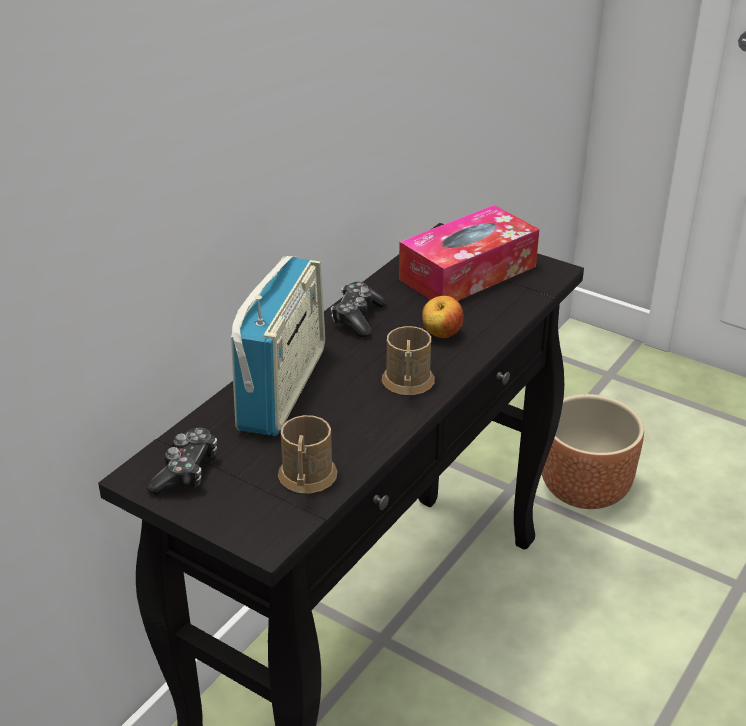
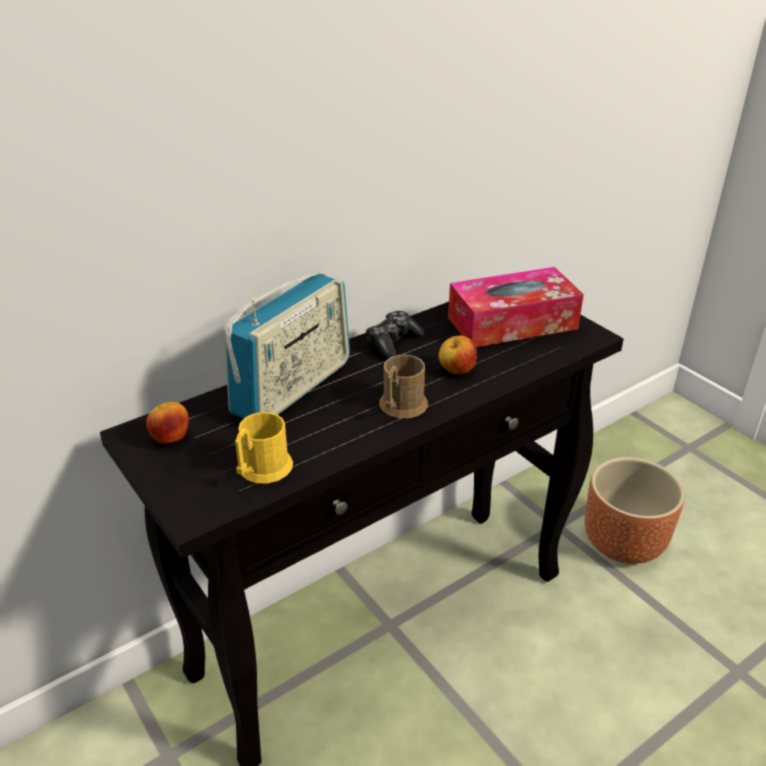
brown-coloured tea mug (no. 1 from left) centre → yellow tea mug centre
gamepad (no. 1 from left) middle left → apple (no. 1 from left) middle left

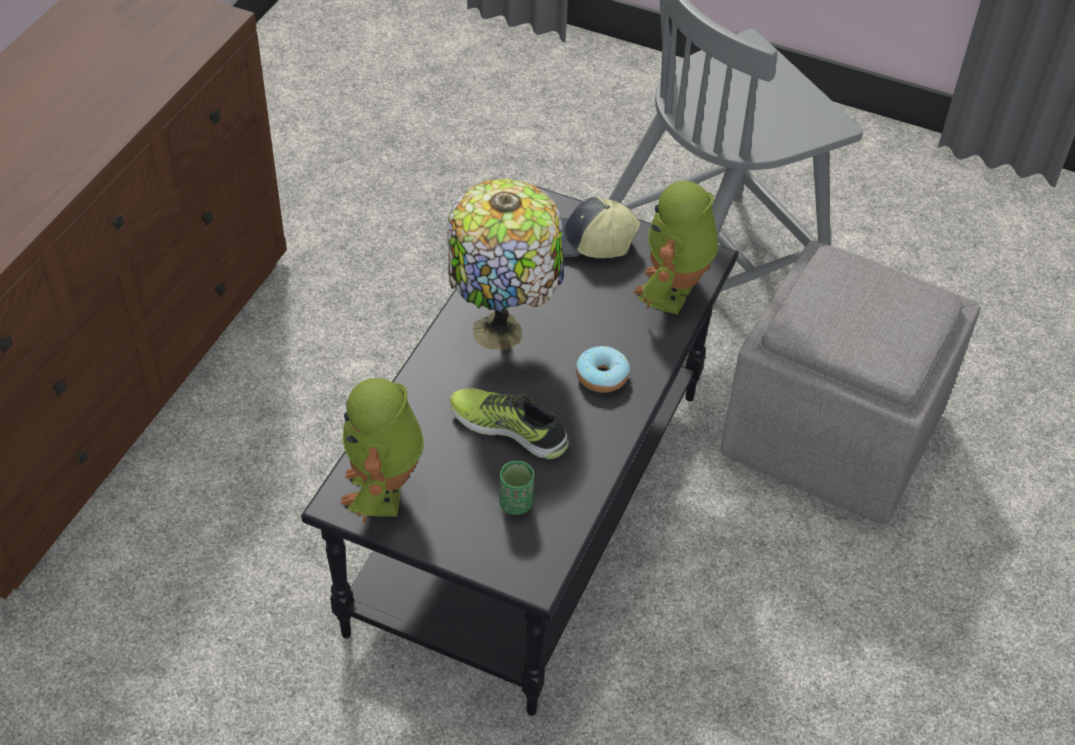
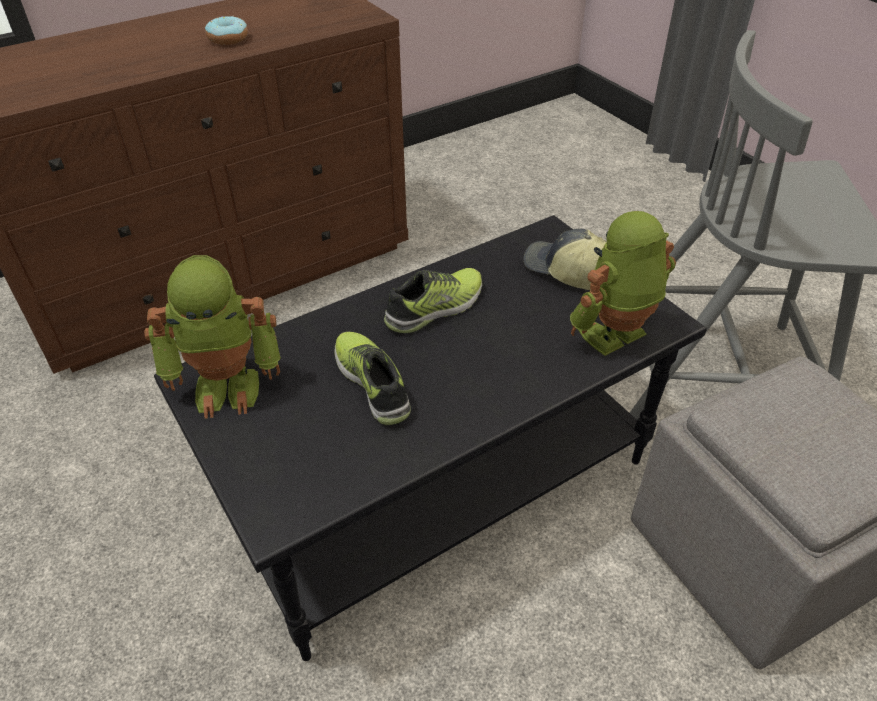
lamp for a table centre → item of footwear (no. 2 from left) centre
donut centre → donut top left, shifted
toy robot (no. 1 from left) centre → toy robot (no. 1 from left) middle left, 135 degrees counterclockwise
green small cup centre → -

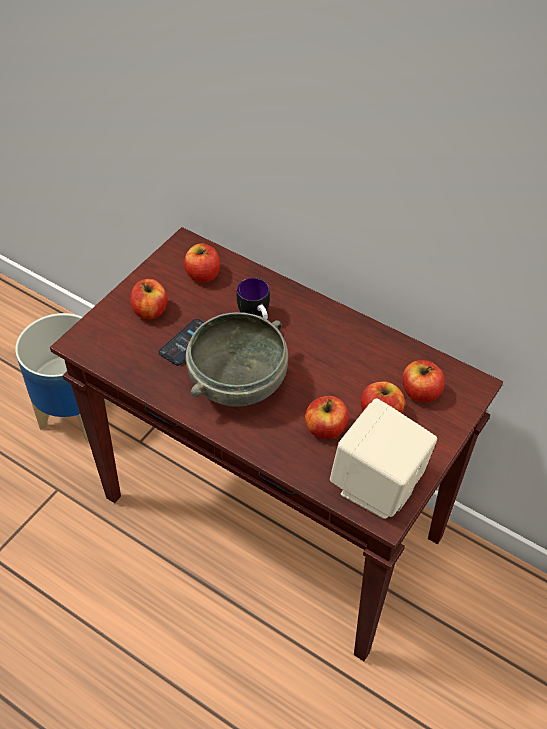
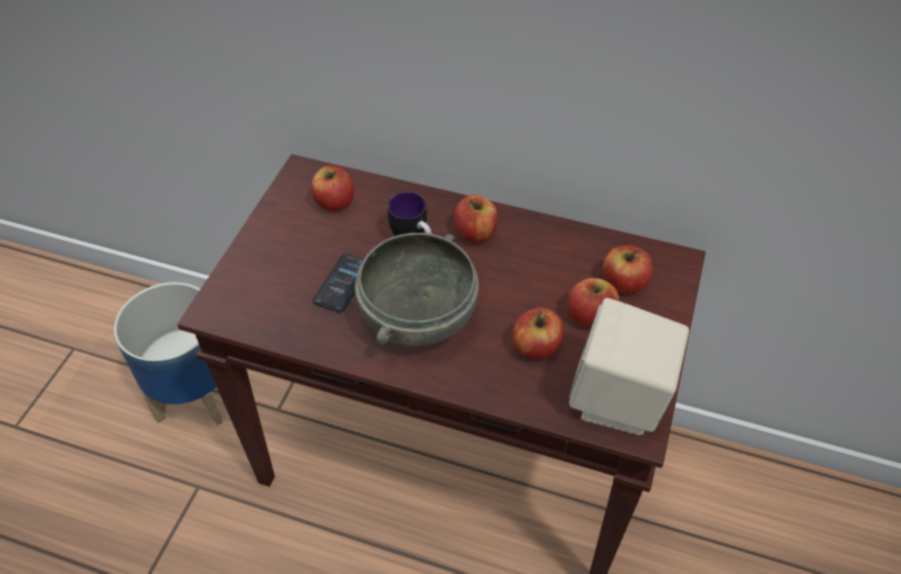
apple (no. 1 from left in the first image) middle left → apple (no. 2 from left) centre, shifted

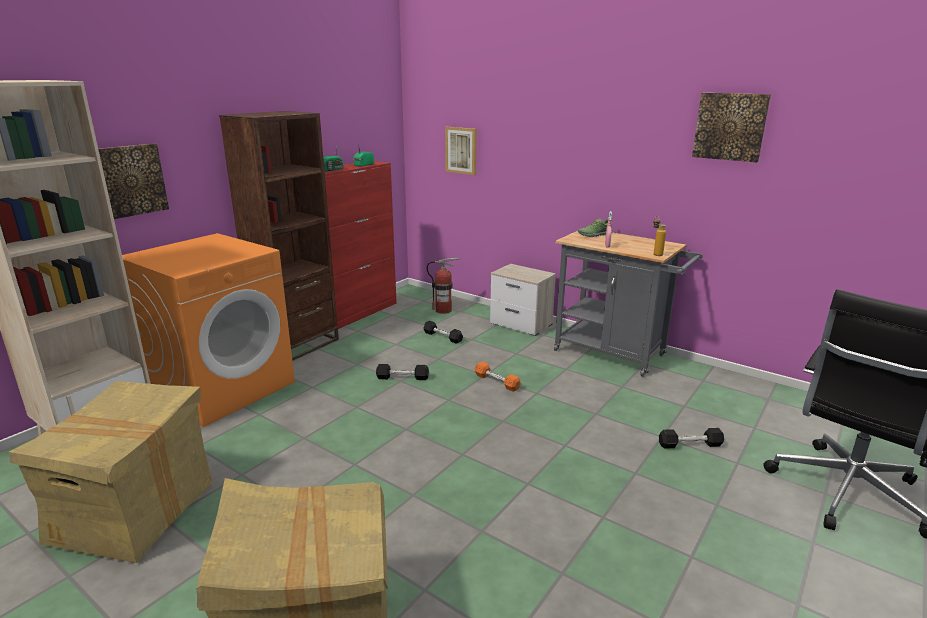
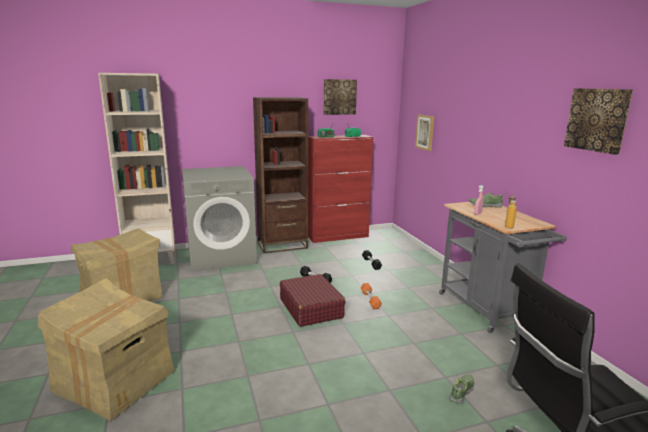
picture (no. 1 from left) top left → picture (no. 1 from left) top centre, shifted
orange-coloured laundry machine middle left → grey laundry machine centre
extinguisher centre → -
nightstand centre → -
black-coloured hand weight (no. 3 from left) bottom right → item of footwear (no. 1 from left) bottom right
- → red-coloured piece of luggage bottom centre

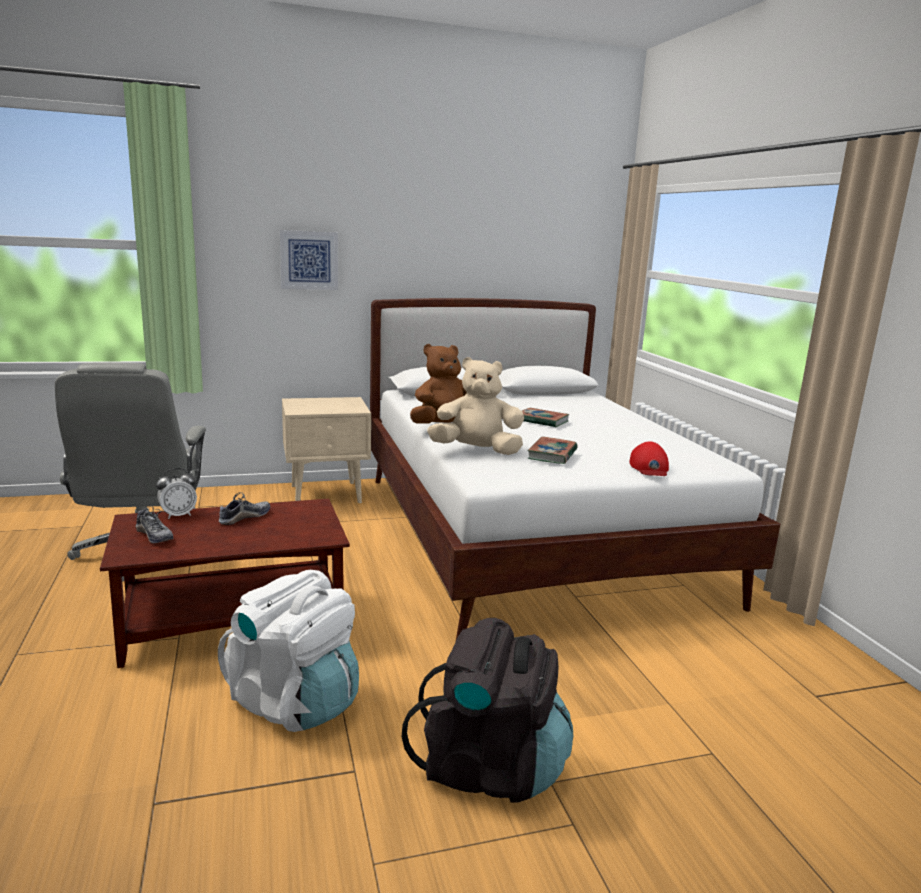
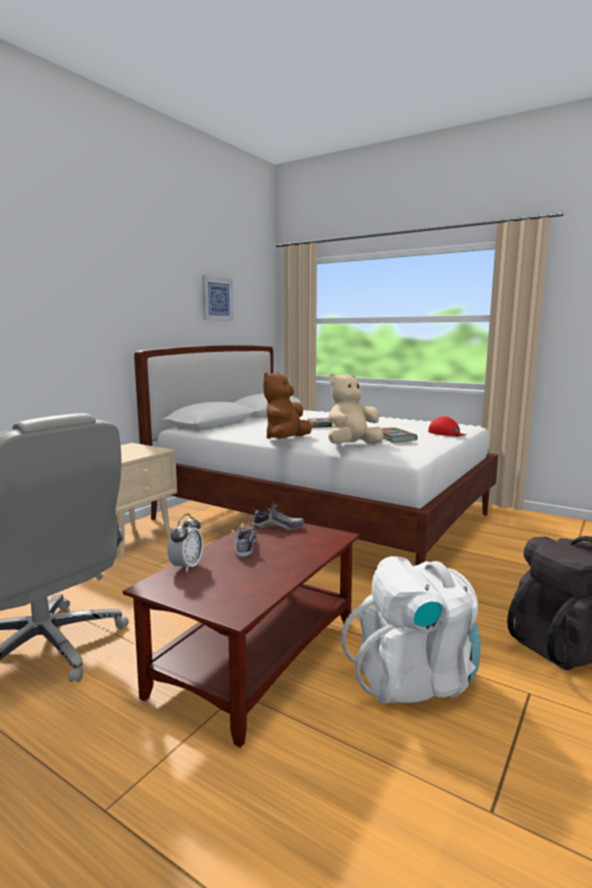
picture top centre → picture centre, shifted
item of footwear (no. 1 from left in the first image) middle left → item of footwear (no. 2 from left) centre, shifted

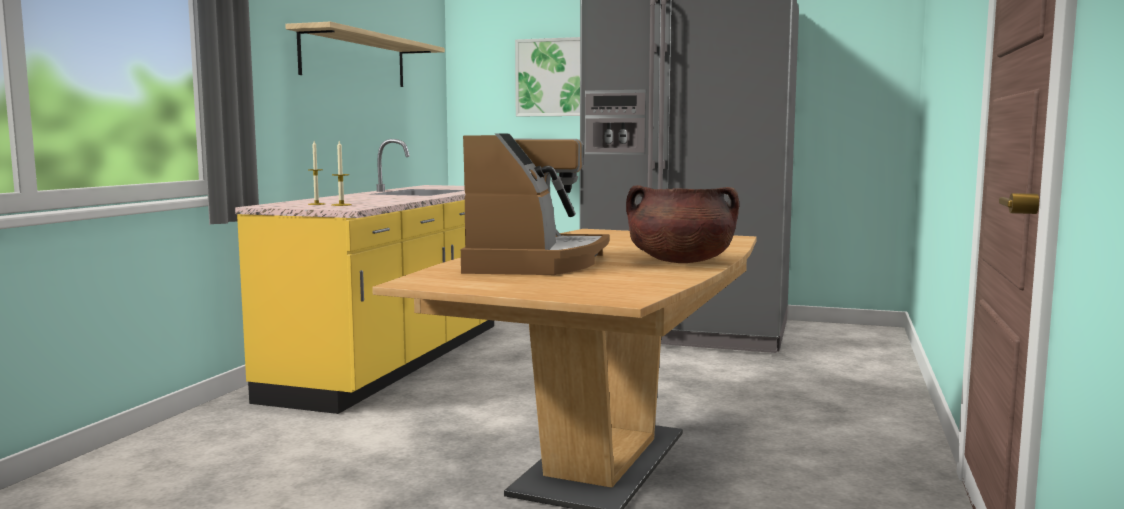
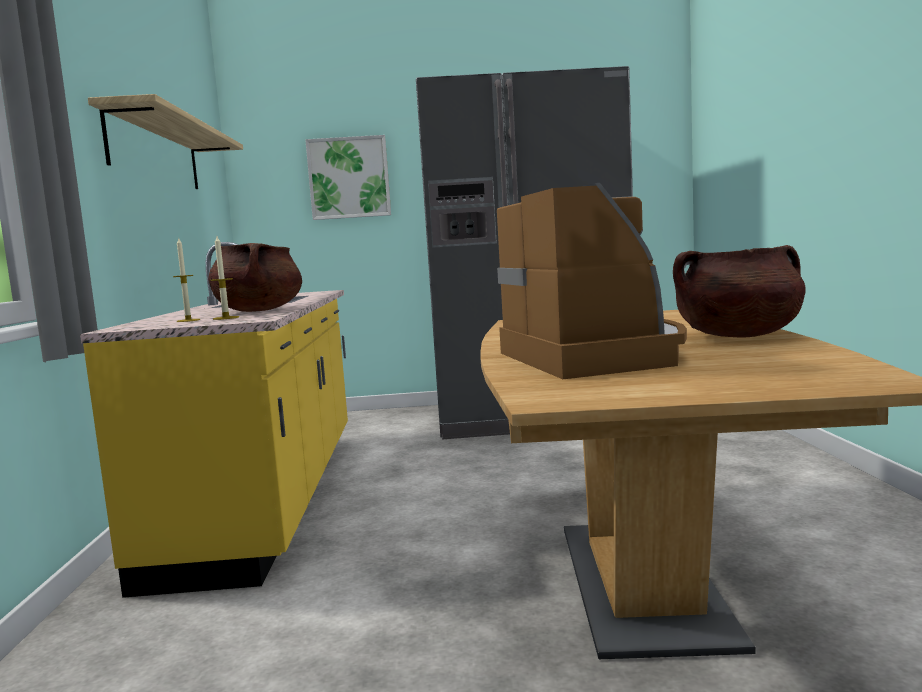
- → brown-coloured cooking pot (no. 1 from left) middle left

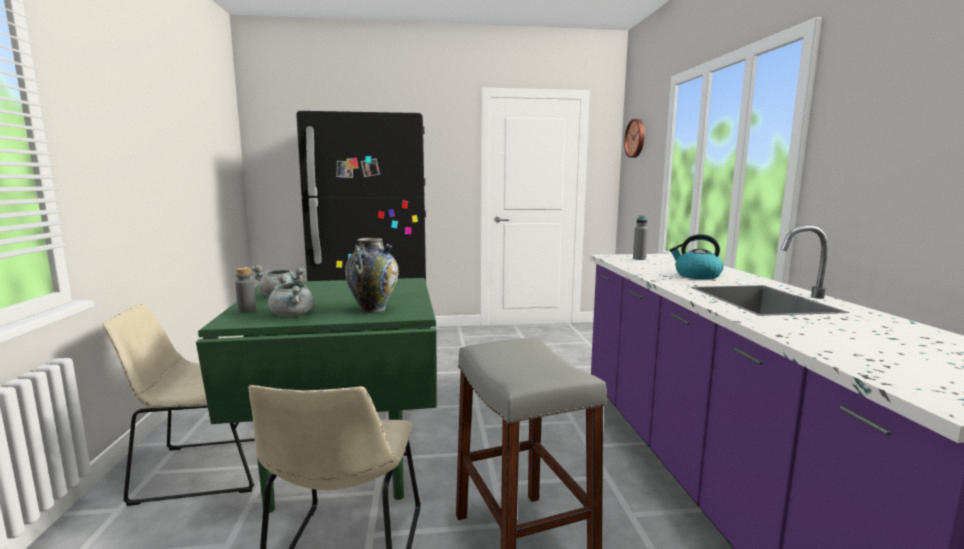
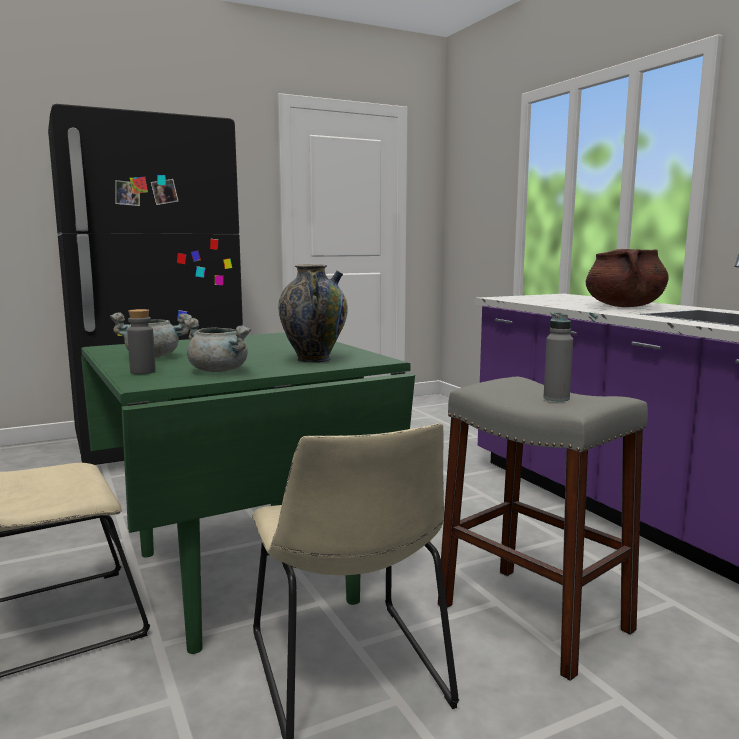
hanging clock top centre → -
grey drink bottle (no. 2 from left) centre → grey drink bottle (no. 2 from left) middle right, shifted
kettle middle right → brown-coloured cooking pot middle right

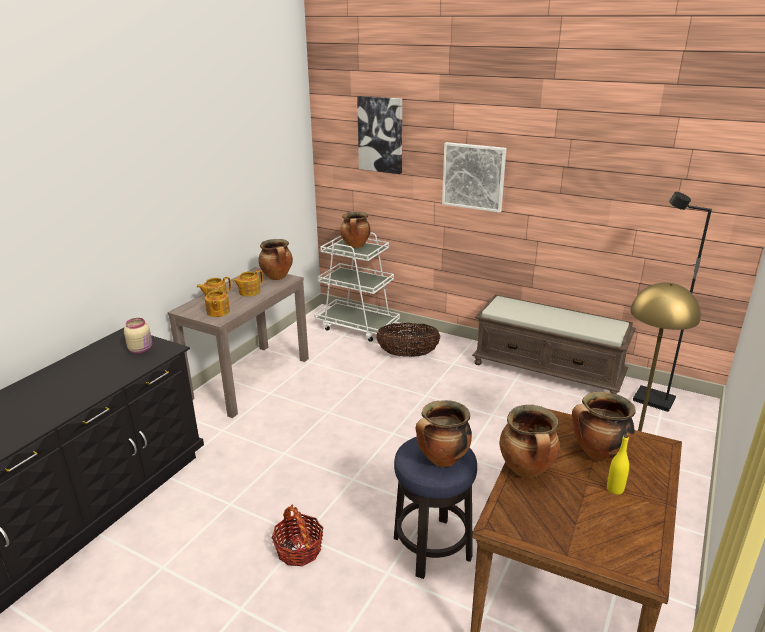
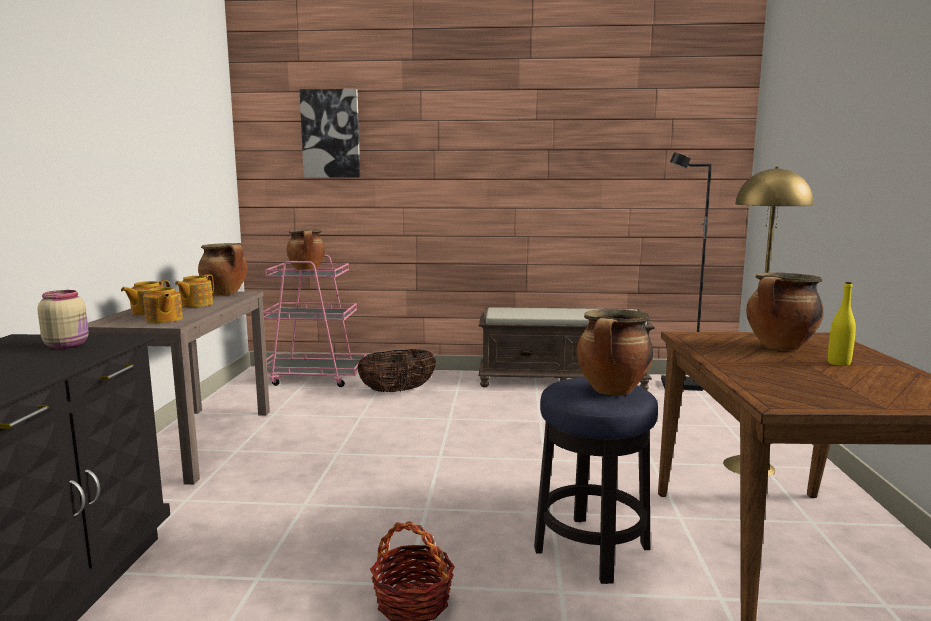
picture (no. 2 from left) top centre → -
whitish trolley centre → pinkish trolley centre
cooking pot (no. 4 from left) bottom right → -

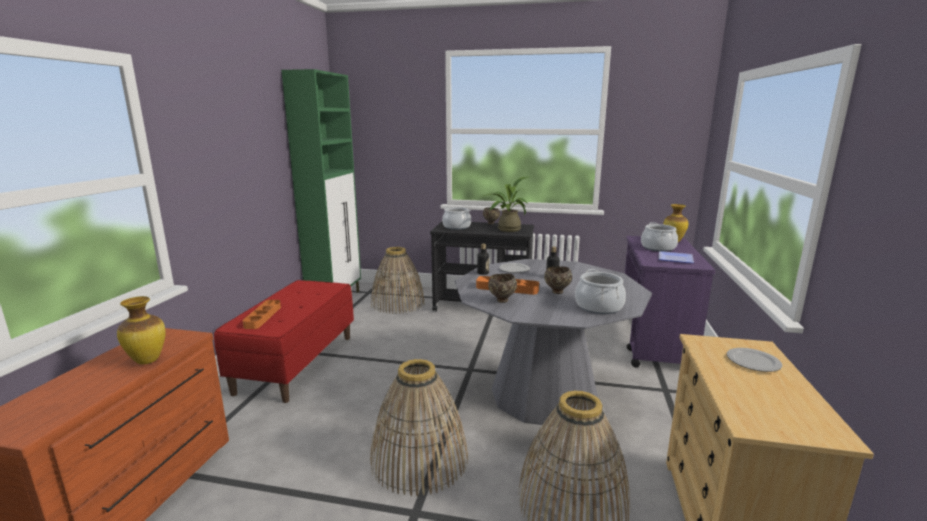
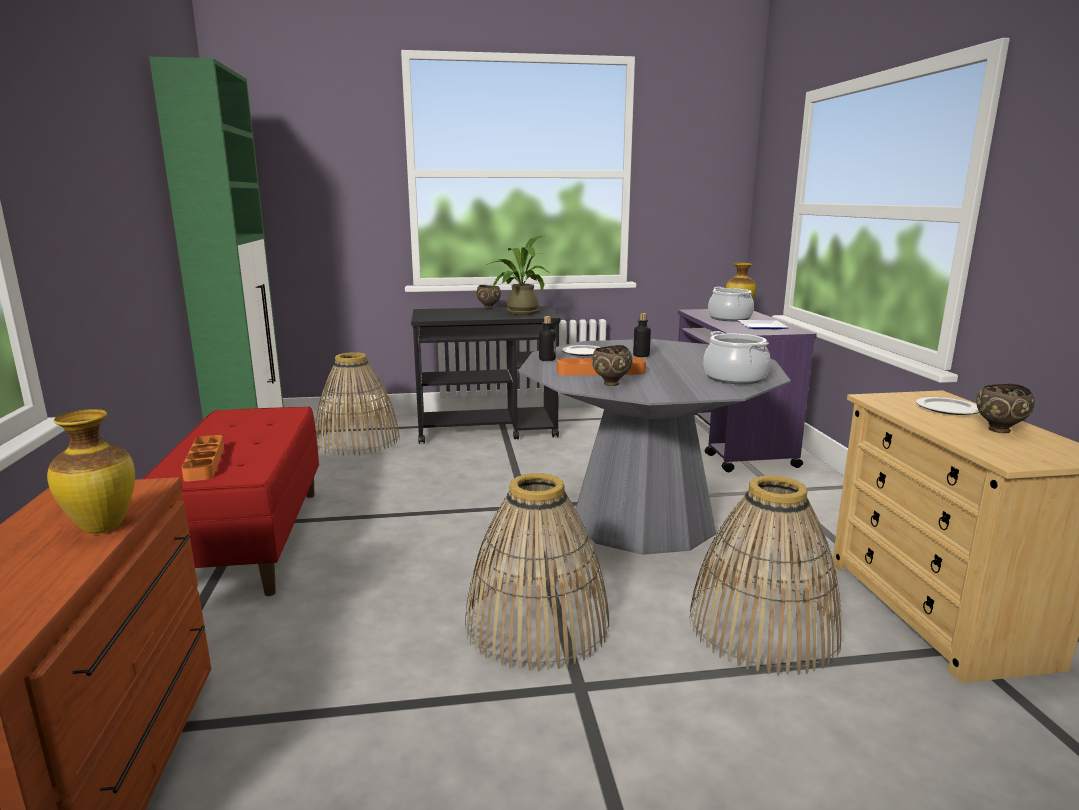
cooking pot (no. 1 from left) centre → -
brown-coloured bowl (no. 3 from left) centre → brown-coloured bowl (no. 3 from left) middle right, shifted

